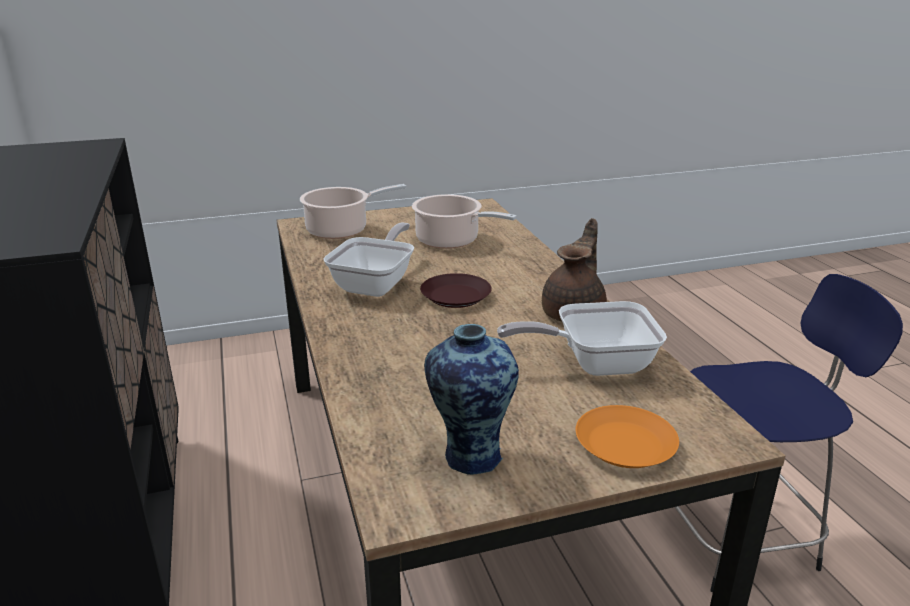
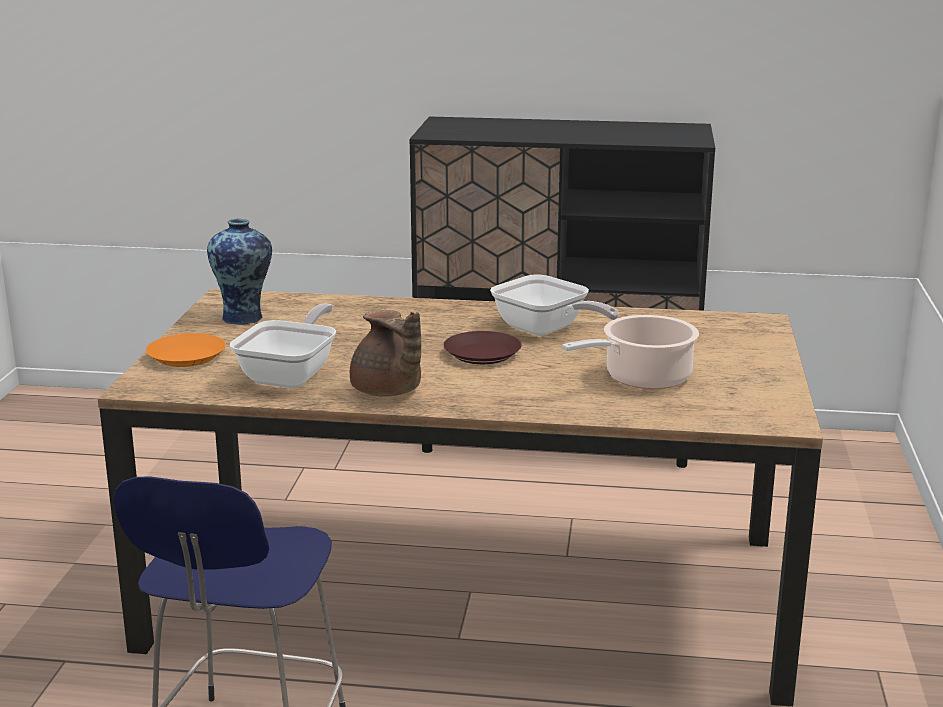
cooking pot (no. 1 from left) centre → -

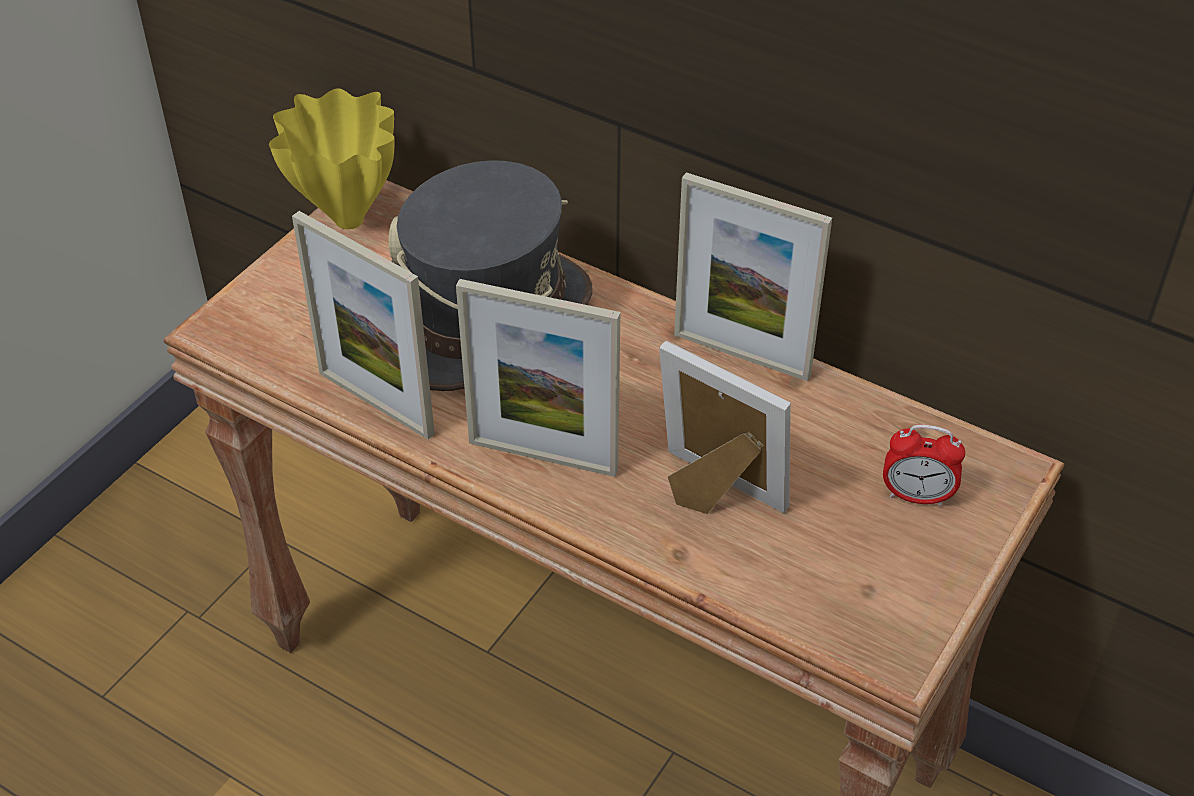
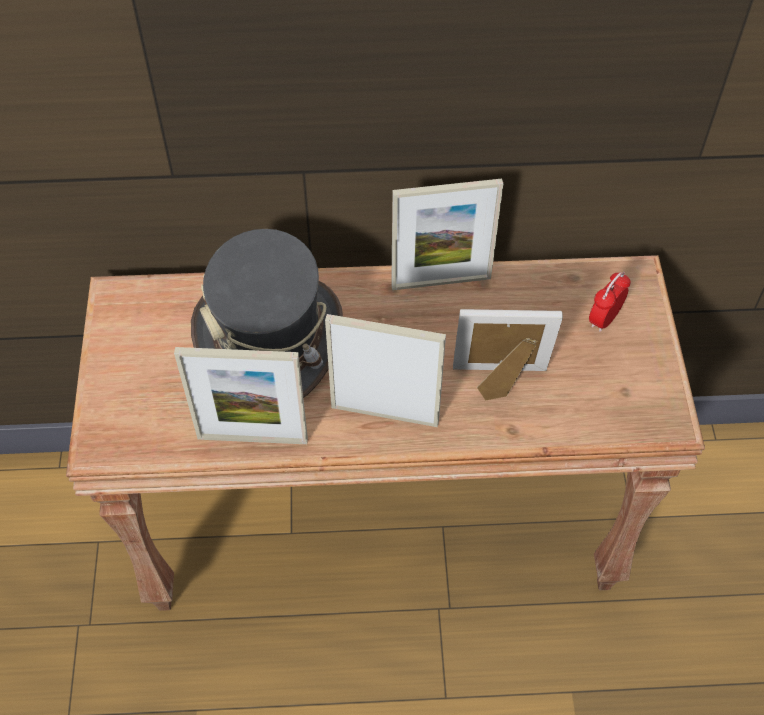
yellow flower vase top left → -
standing frame (no. 2 from left) centre, 150 degrees counterclockwise
bedside clock middle right, 150 degrees clockwise

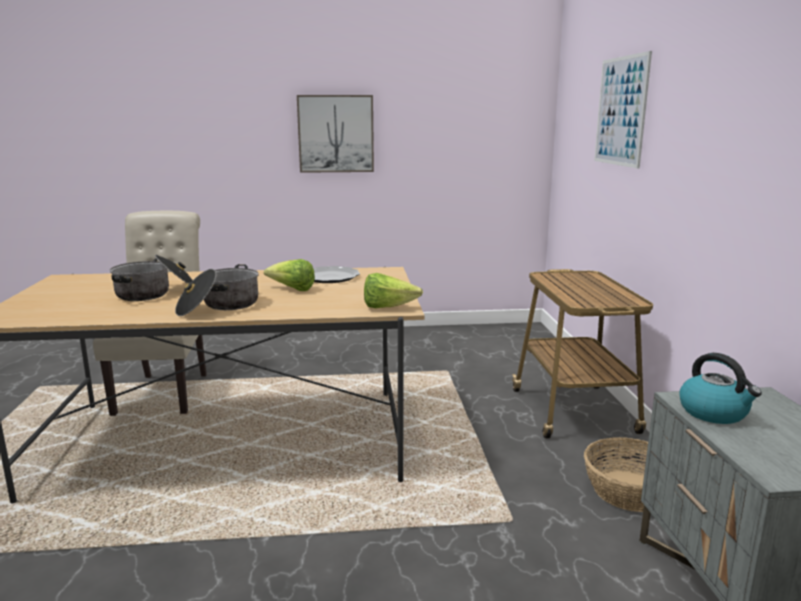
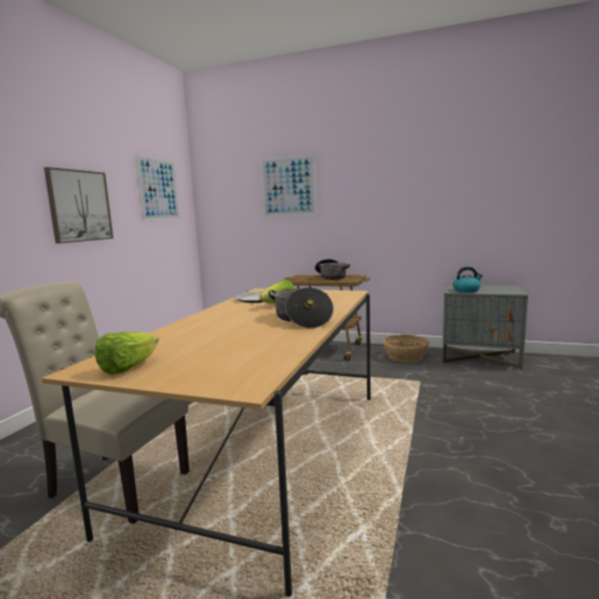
cooking pot (no. 1 from left in the first image) middle left → cooking pot (no. 2 from left) centre, shifted
lettuce (no. 2 from left in the first image) centre → lettuce (no. 1 from left) middle left, shifted
- → picture (no. 2 from left) top left

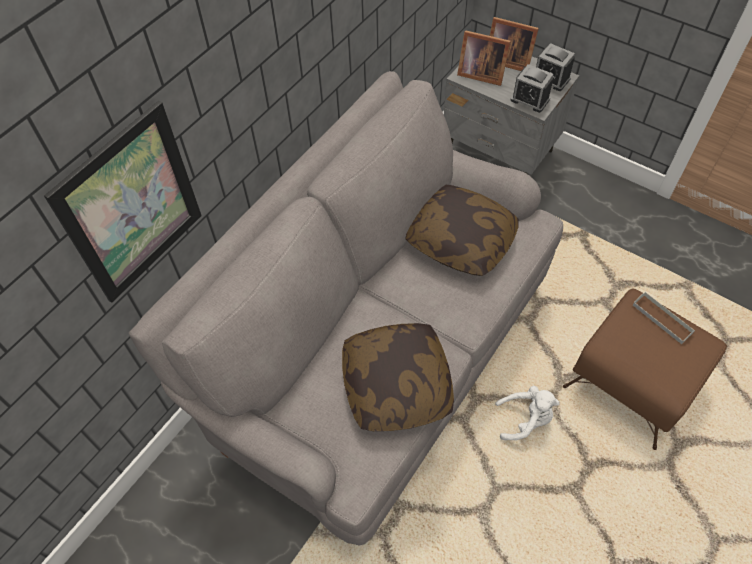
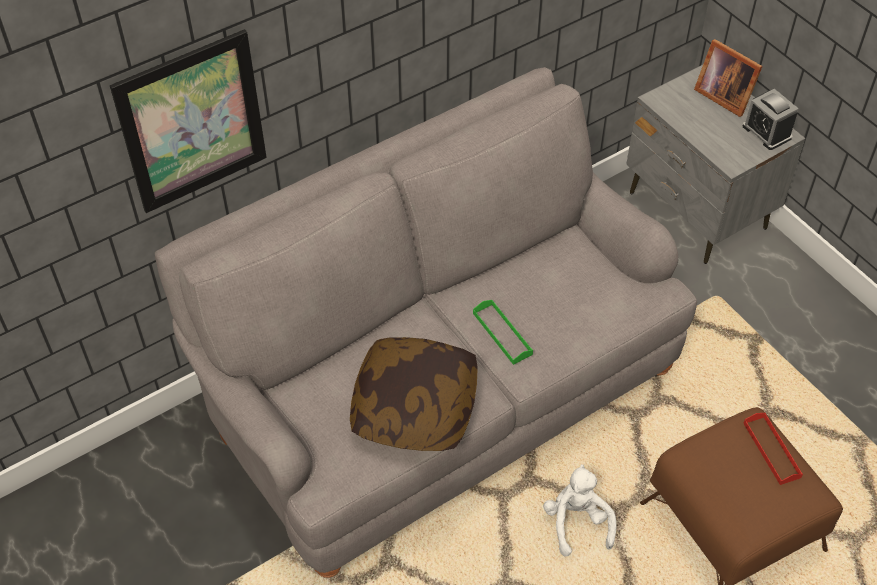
standing frame (no. 1 from left) top centre → -
bedside clock (no. 1 from left) top right → -
pillow (no. 2 from left) centre → -
grey tray middle right → red-coloured tray bottom right
whitish cuddly toy bottom right → whitish cuddly toy bottom centre, 120 degrees counterclockwise
- → green tray centre

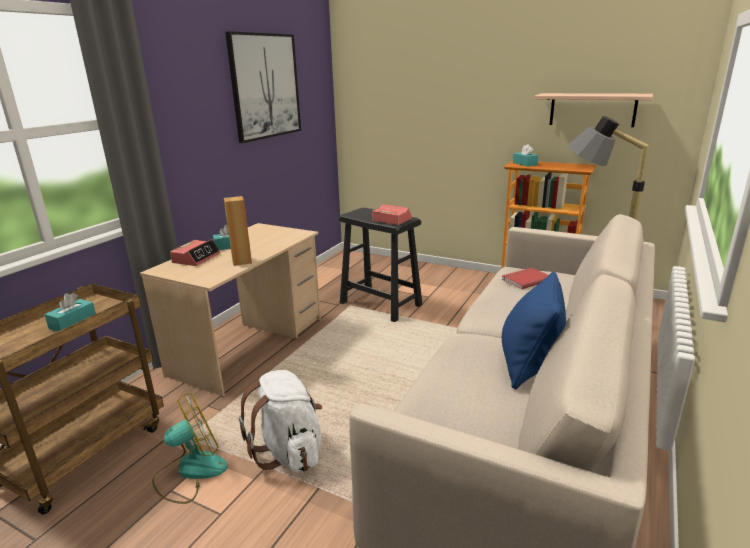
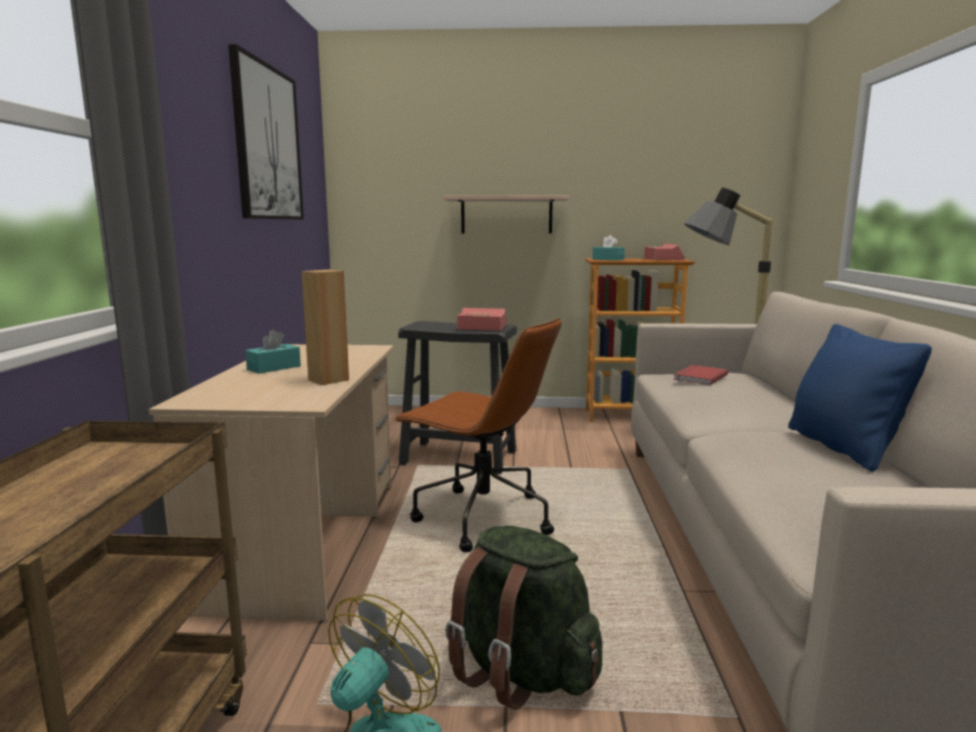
bracket shelf top right → bracket shelf top centre, shifted
bedside clock (no. 1 from left in the first image) middle left → bedside clock (no. 2 from left) middle right, shifted
turquoise box of tissues (no. 1 from left) middle left → -
whitish knapsack bottom centre → green knapsack bottom centre
- → brown-coloured office chair centre

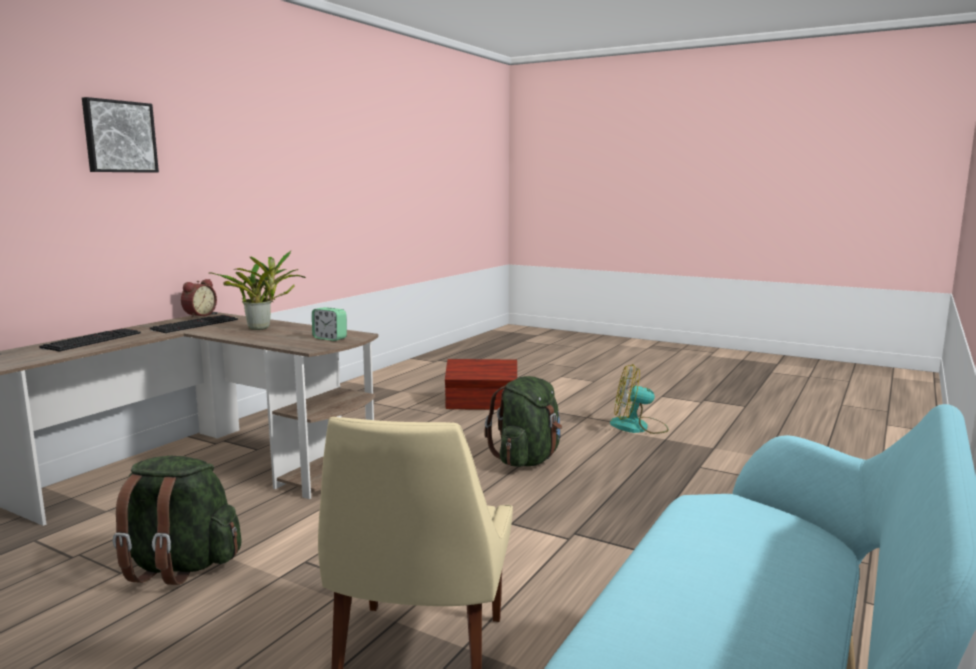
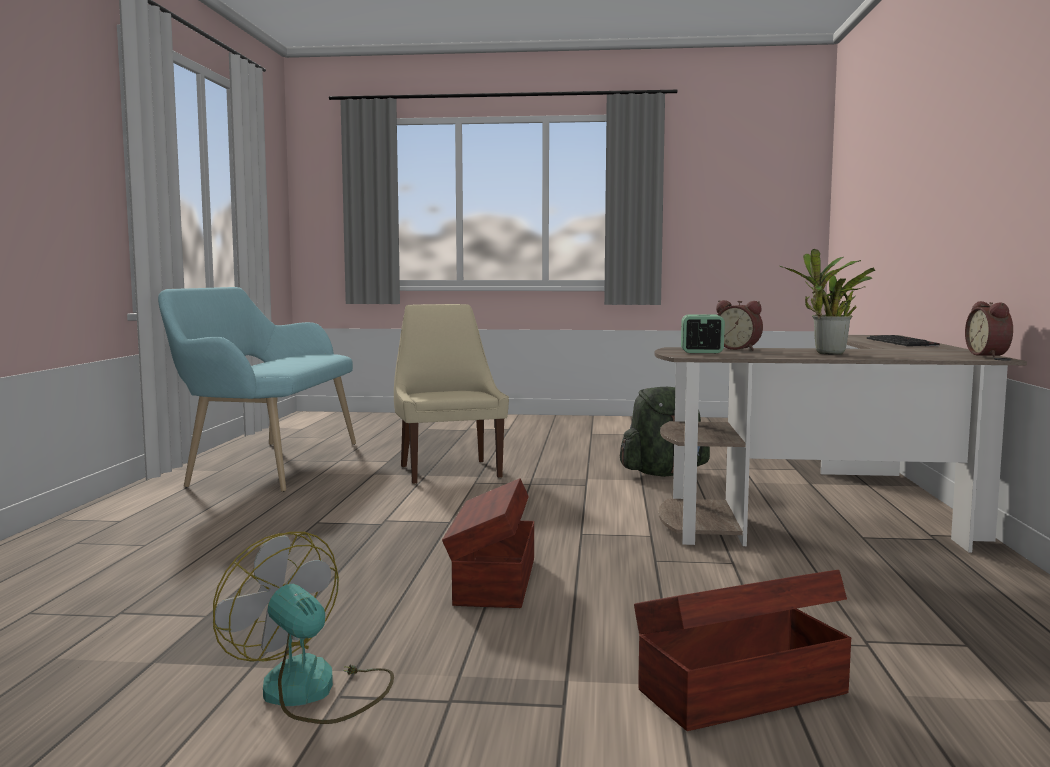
picture top left → -
computer keyboard (no. 2 from left) middle left → -
cooling fan centre → cooling fan bottom left, 120 degrees counterclockwise
green knapsack (no. 2 from left) centre → brown-coloured storage container (no. 1 from left) bottom centre
- → bedside clock (no. 2 from left) middle right

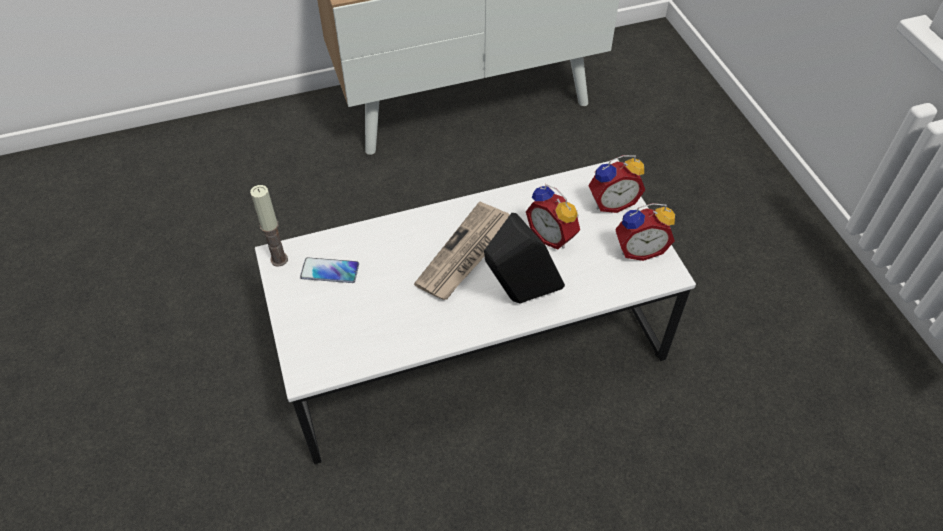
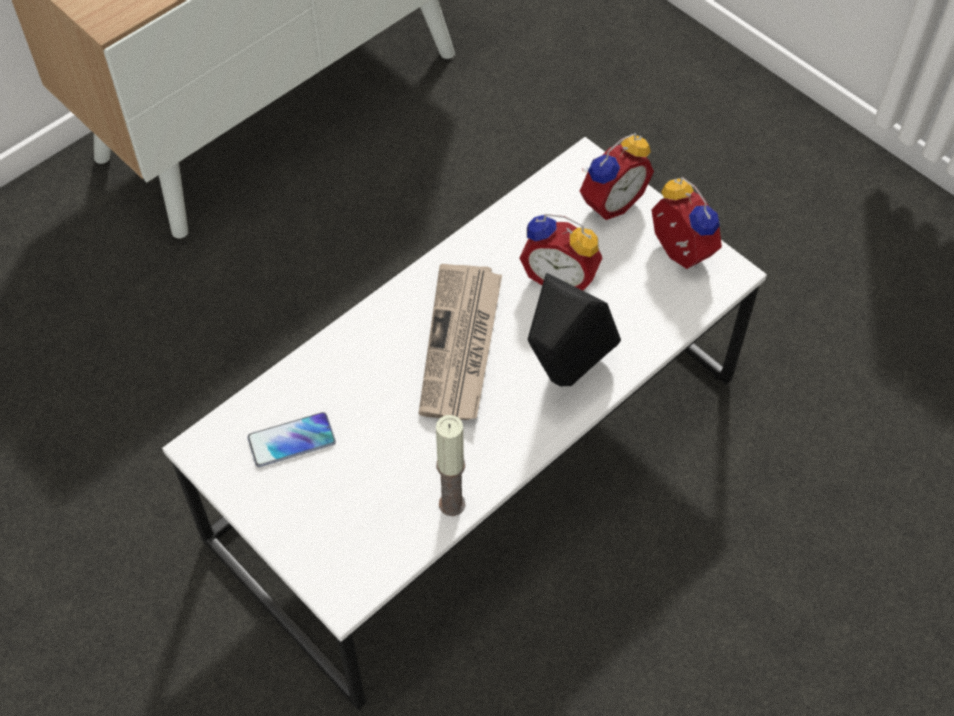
candle middle left → candle centre, shifted
bedside clock (no. 3 from left) middle right → bedside clock (no. 3 from left) top right, 90 degrees counterclockwise

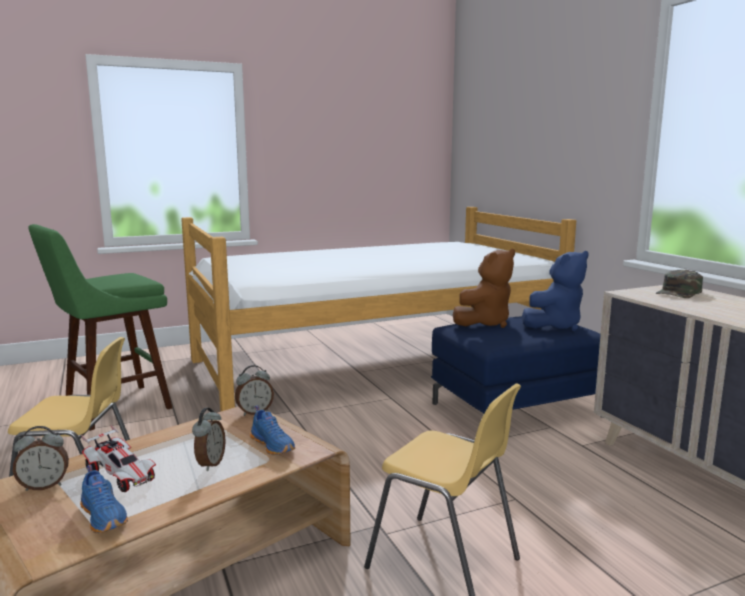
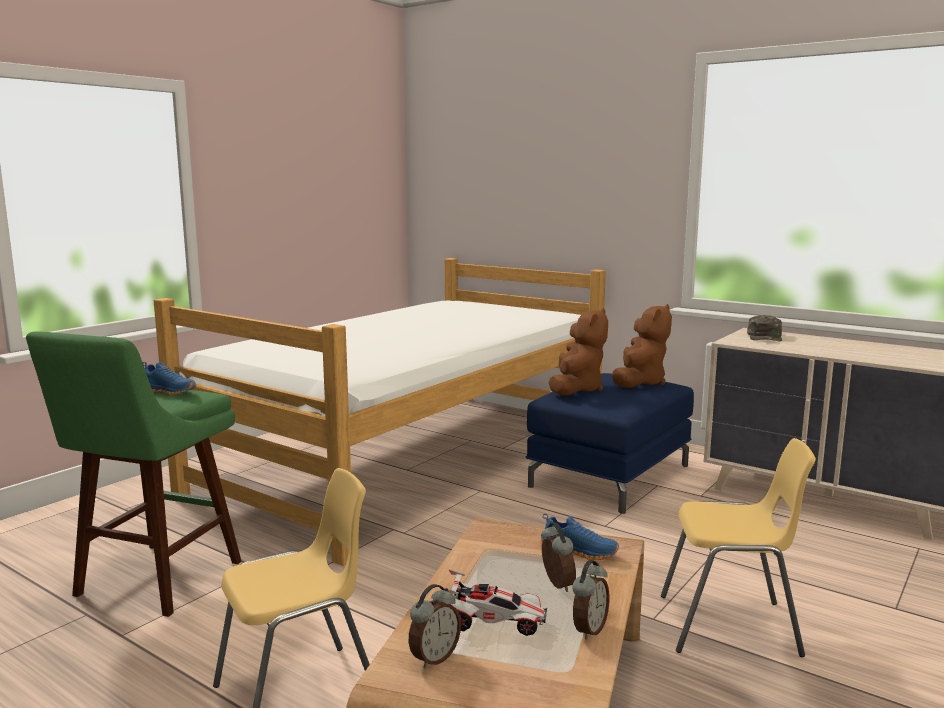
blue-coloured cuddly toy middle right → brown-coloured cuddly toy (no. 2 from left) middle right
bedside clock (no. 3 from left) centre → bedside clock (no. 3 from left) bottom centre, shifted
blue-coloured item of footwear (no. 1 from left) bottom left → blue-coloured item of footwear (no. 1 from left) middle left, shifted

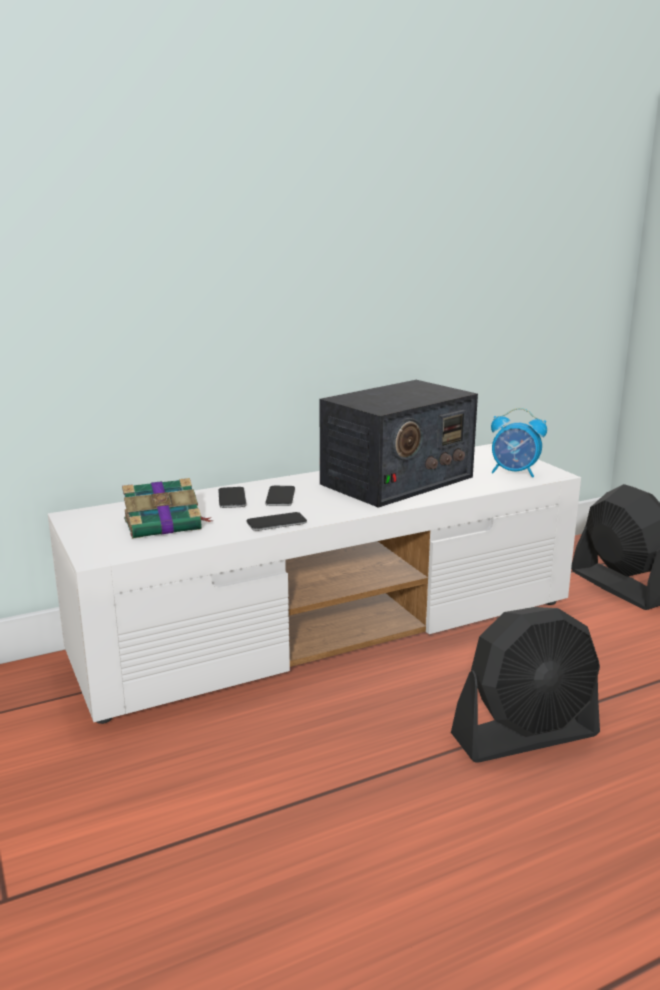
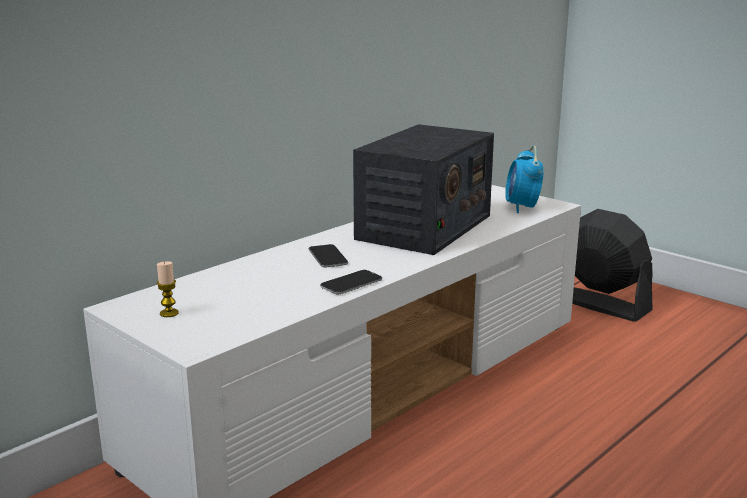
bedside clock middle right, 90 degrees clockwise
bound book middle left → -
handset (no. 1 from left) centre → -
black-coloured cooling fan (no. 1 from left) bottom right → -
- → candle middle left

